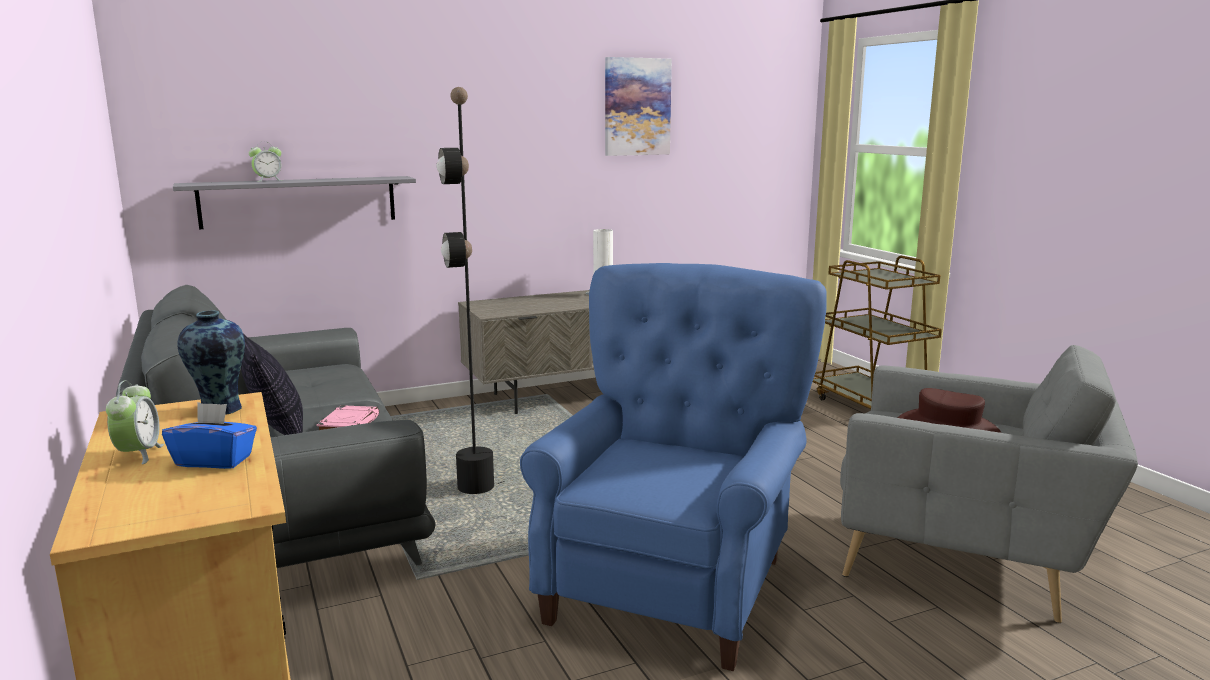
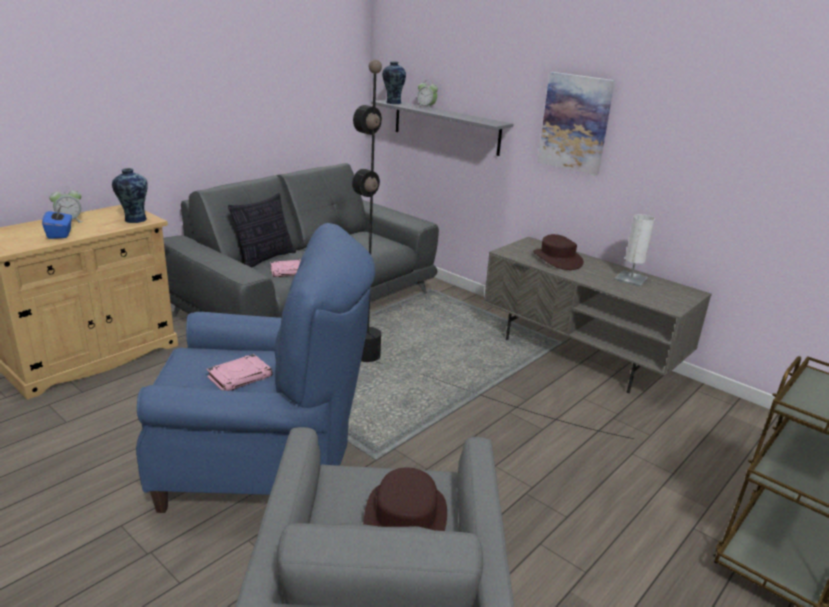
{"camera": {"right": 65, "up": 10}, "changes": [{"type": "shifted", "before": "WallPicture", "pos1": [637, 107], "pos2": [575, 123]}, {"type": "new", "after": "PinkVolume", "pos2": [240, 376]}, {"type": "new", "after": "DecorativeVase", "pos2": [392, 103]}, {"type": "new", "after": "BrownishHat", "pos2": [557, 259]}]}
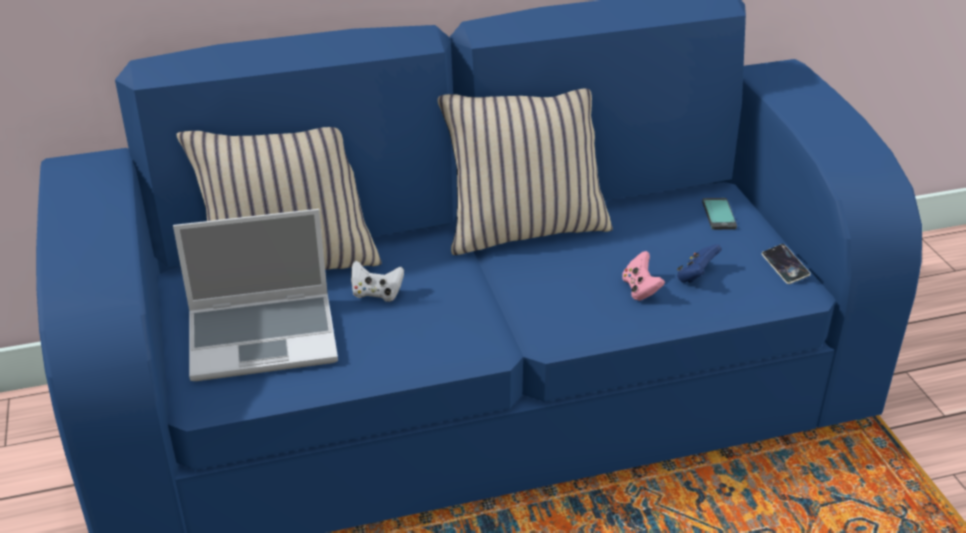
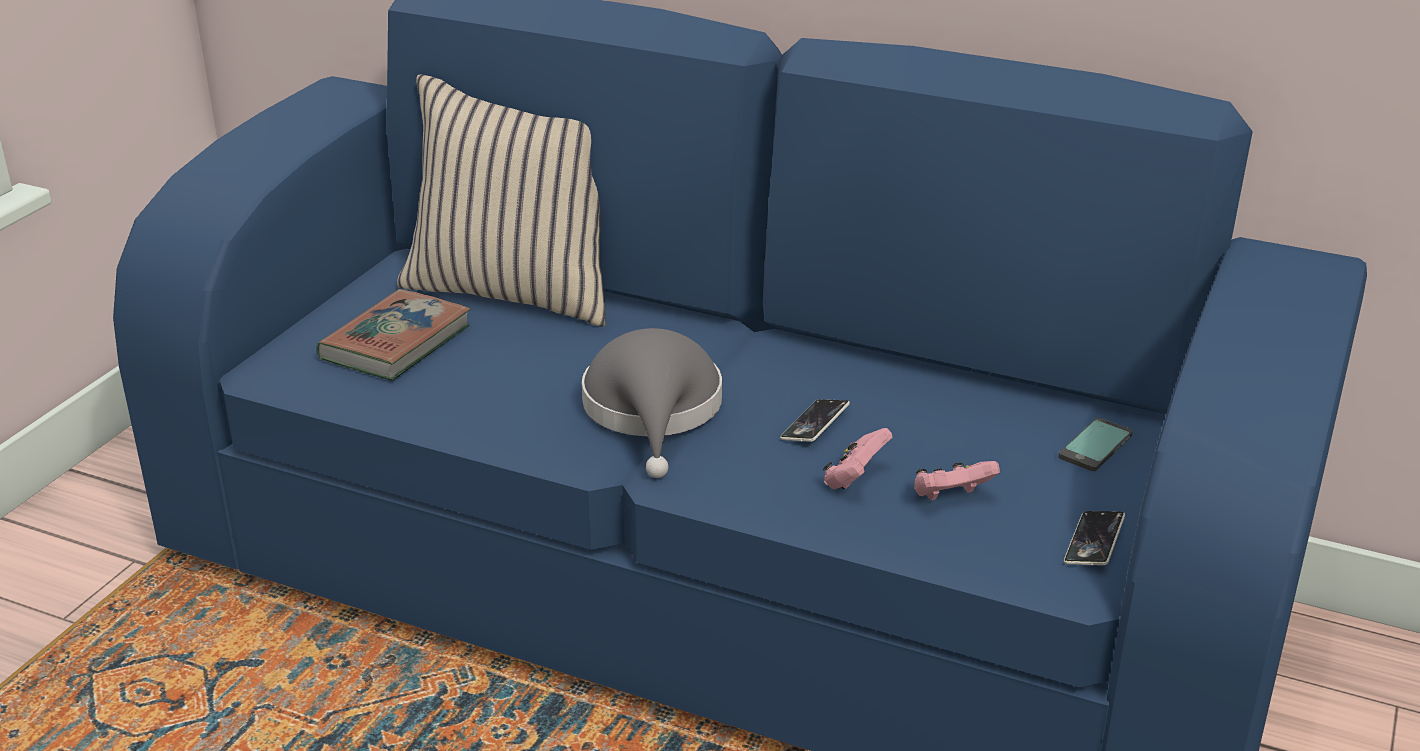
{"camera": {"right": 40, "up": -5}, "changes": [{"type": "swapped", "before": "Laptop", "after": "Volume", "pos1": [264, 337], "pos2": [396, 343]}, {"type": "gone", "before": "WhitishGamepad", "pos1": [376, 294]}, {"type": "gone", "before": "BeigePillow", "pos1": [525, 228]}, {"type": "repainted", "before": "BluishGamepad", "after": "PinkGamepad", "pos1": [696, 276], "pos2": [950, 497]}, {"type": "new", "after": "GreyishHat", "pos2": [653, 411]}, {"type": "new", "after": "Handset", "pos2": [815, 425]}]}
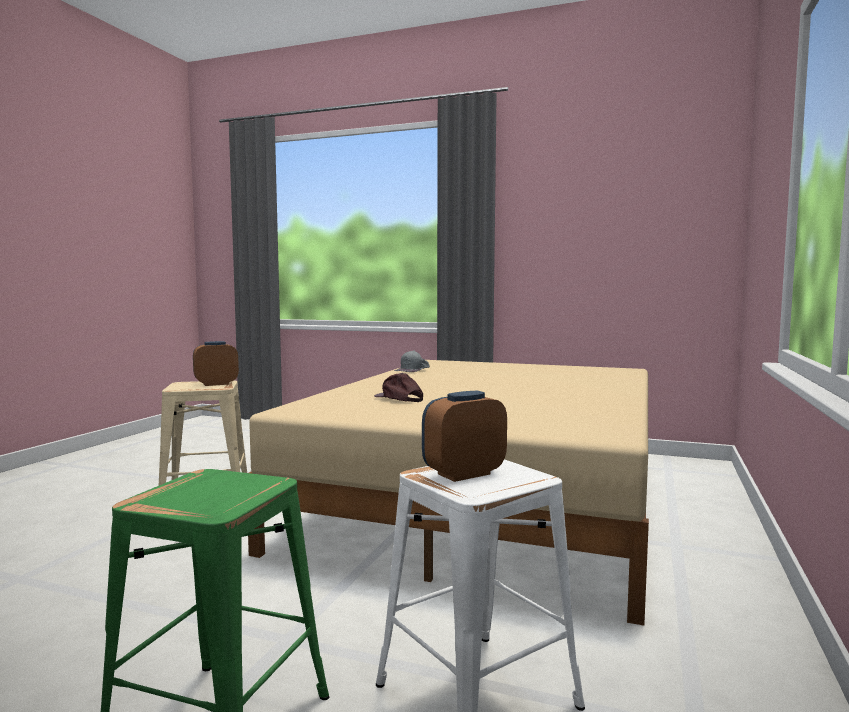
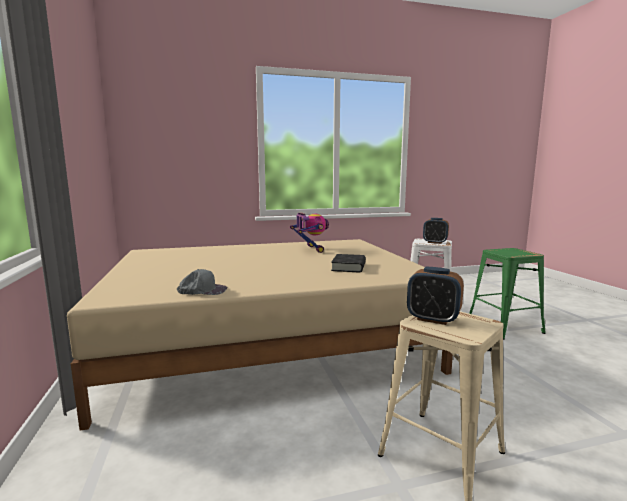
{"camera": {"right": -125, "up": 5}, "changes": [{"type": "swapped", "before": "BrownishBaseballCap", "after": "BlackVolume", "pos1": [399, 398], "pos2": [348, 267]}, {"type": "new", "after": "ModelRobot", "pos2": [310, 249]}]}
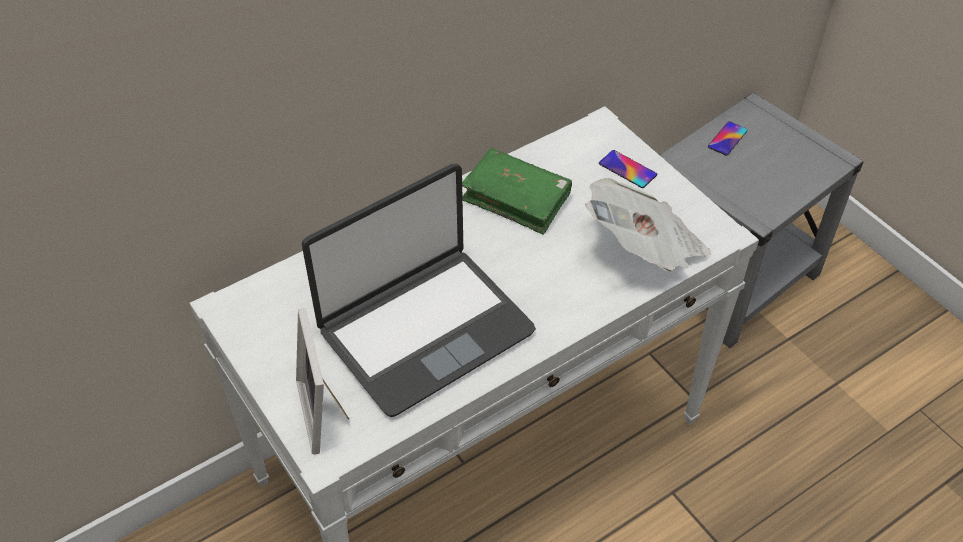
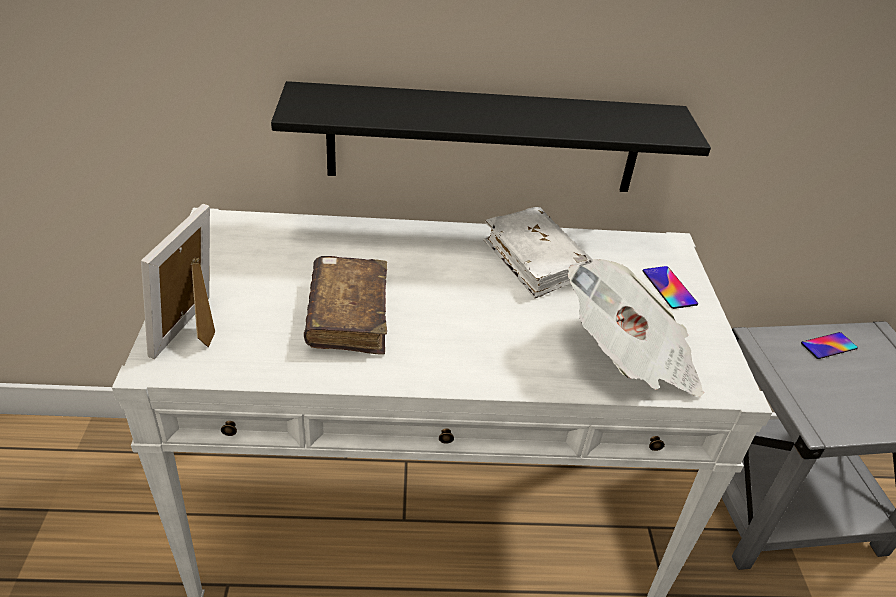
{"camera": {"right": 30, "up": -10}, "changes": [{"type": "swapped", "before": "Laptop", "after": "BrownishVolume", "pos1": [424, 330], "pos2": [348, 316]}, {"type": "repainted", "before": "GreenVolume", "after": "WhitishVolume", "pos1": [516, 199], "pos2": [535, 261]}, {"type": "new", "after": "BlackWallShelf", "pos2": [484, 139]}]}
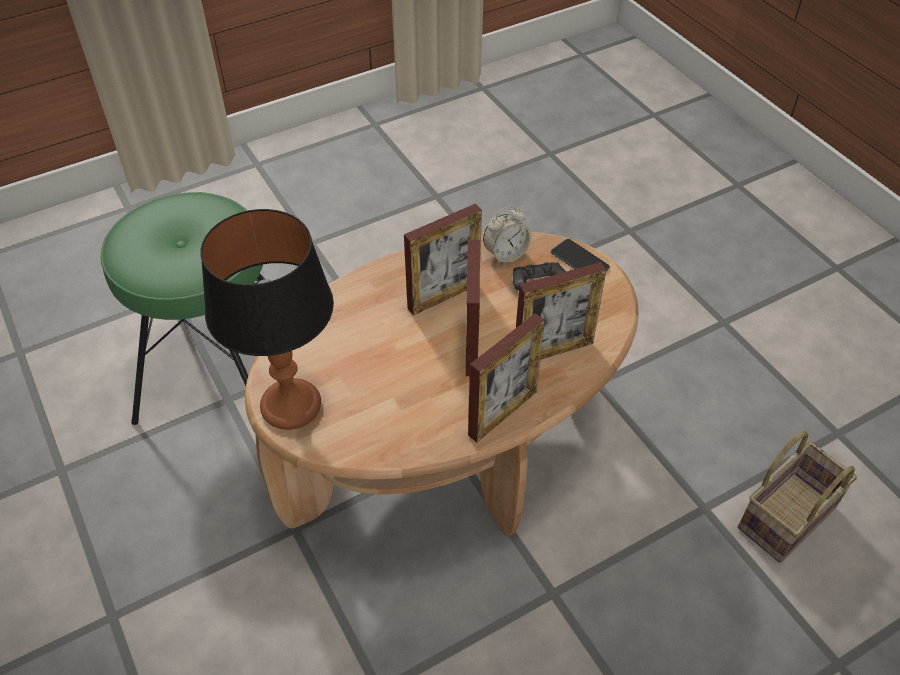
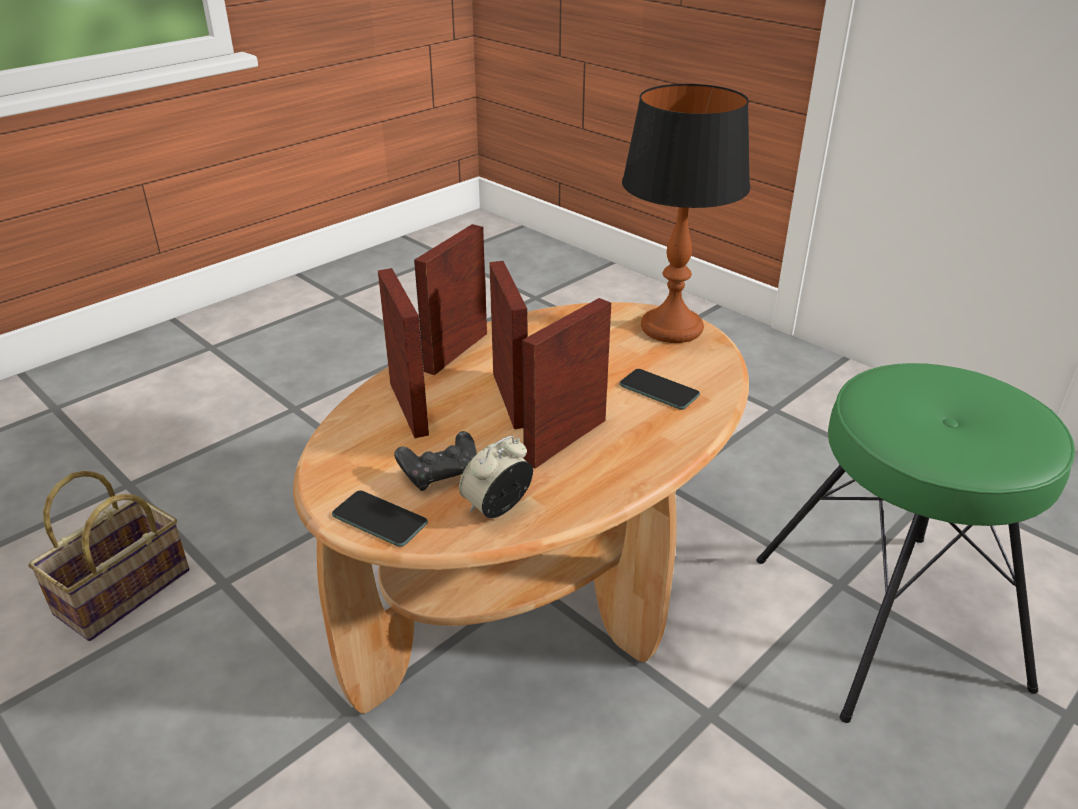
{"camera": {"right": 165, "up": -15}, "changes": [{"type": "rotated", "before": "PictureFrame", "pos1": [553, 350], "pos2": [408, 408], "turn": 105}, {"type": "new", "after": "Handset", "pos2": [659, 390]}]}
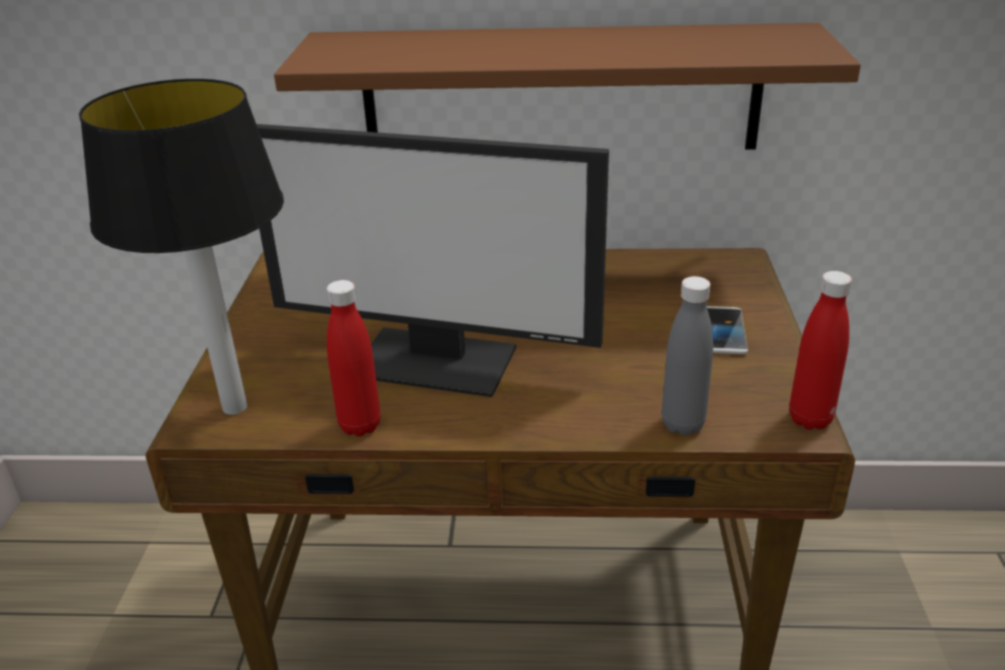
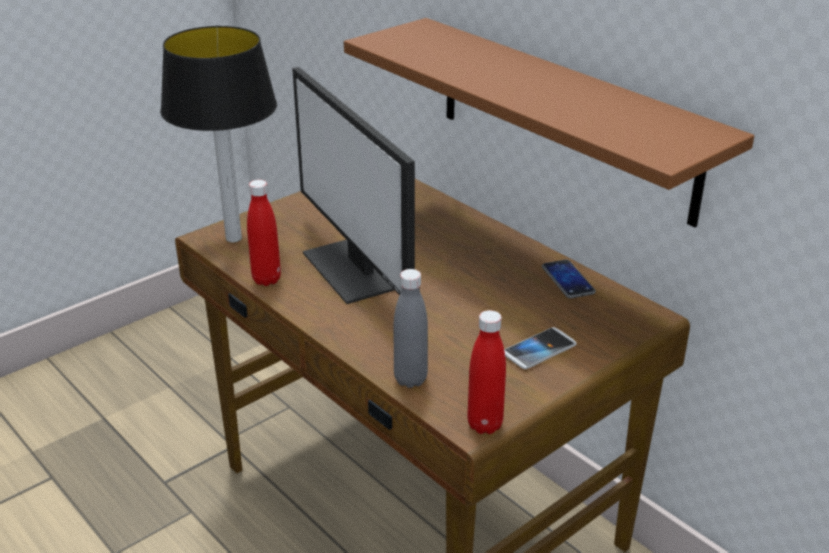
{"camera": {"right": 45, "up": 0}, "changes": [{"type": "new", "after": "Handset", "pos2": [568, 280]}]}
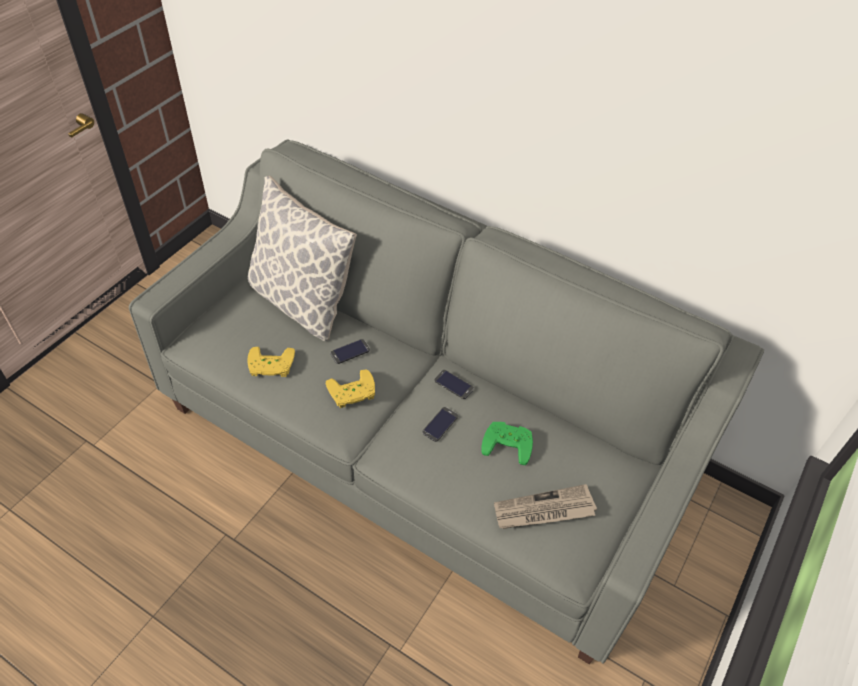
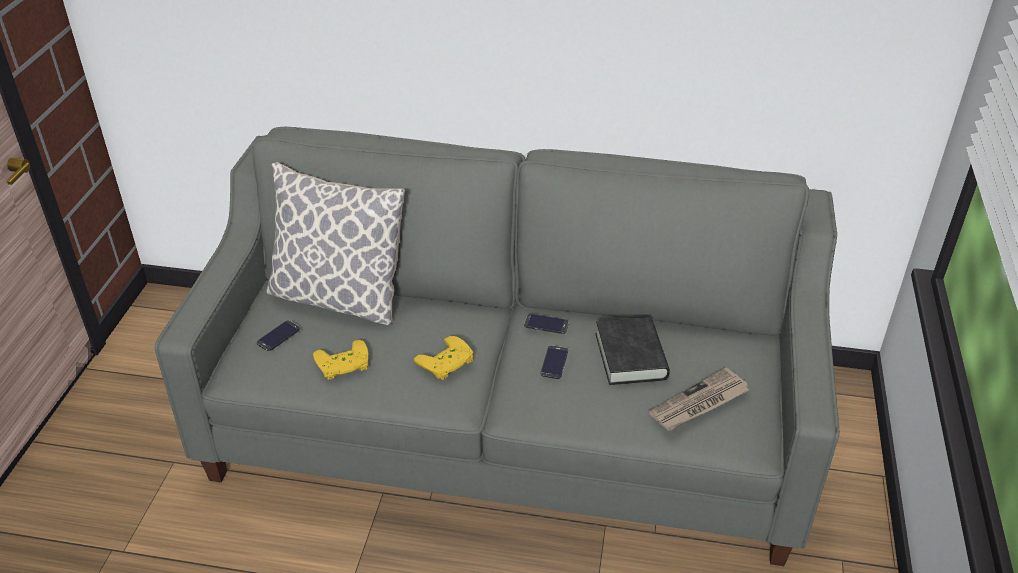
{"camera": {"right": -20, "up": -10}, "changes": [{"type": "shifted", "before": "Handset", "pos1": [350, 351], "pos2": [278, 336]}, {"type": "swapped", "before": "GreenGamepad", "after": "BlackVolume", "pos1": [508, 442], "pos2": [630, 356]}]}
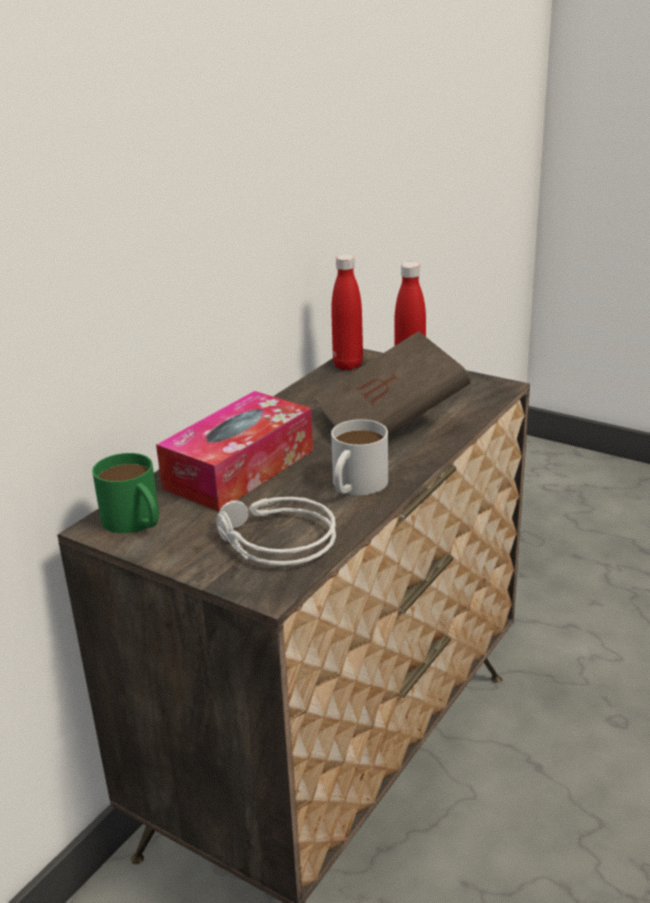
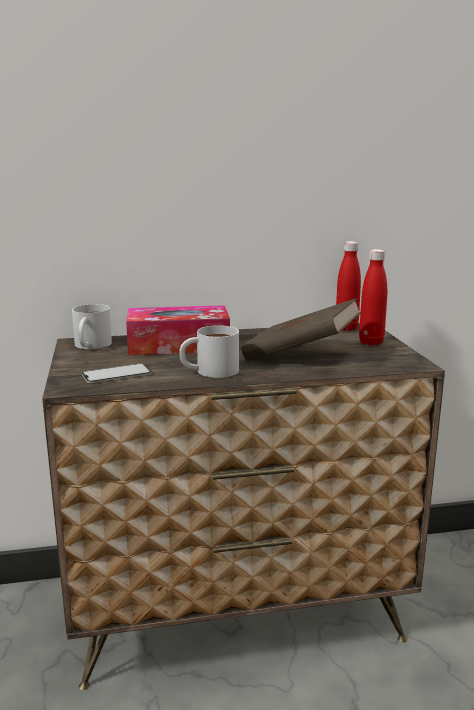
{"camera": {"right": 45, "up": -10}, "changes": [{"type": "repainted", "before": "GreenCoffeeMug", "after": "WhitishCoffeeMug", "pos1": [136, 522], "pos2": [90, 346]}, {"type": "swapped", "before": "GreyishHeadphones", "after": "Handset", "pos1": [273, 542], "pos2": [116, 374]}]}
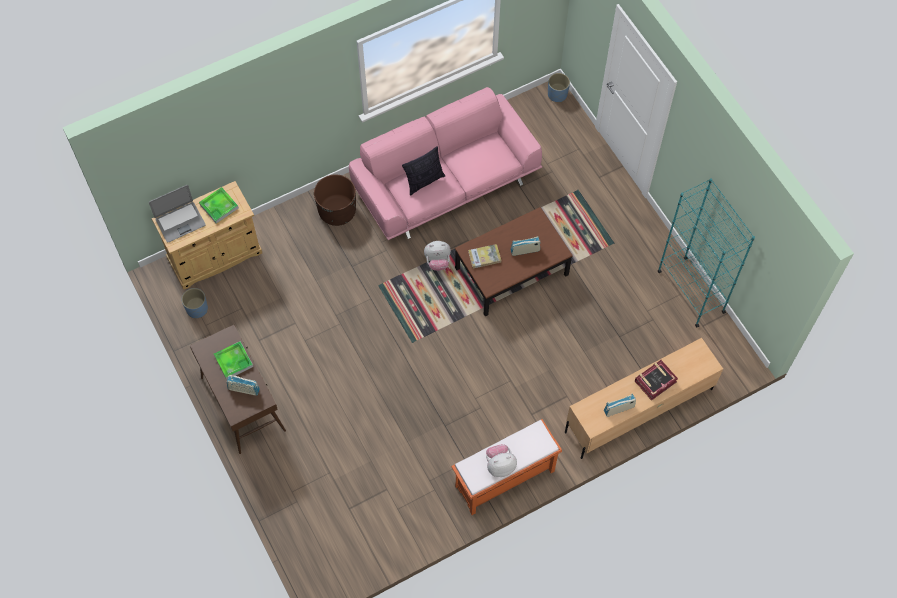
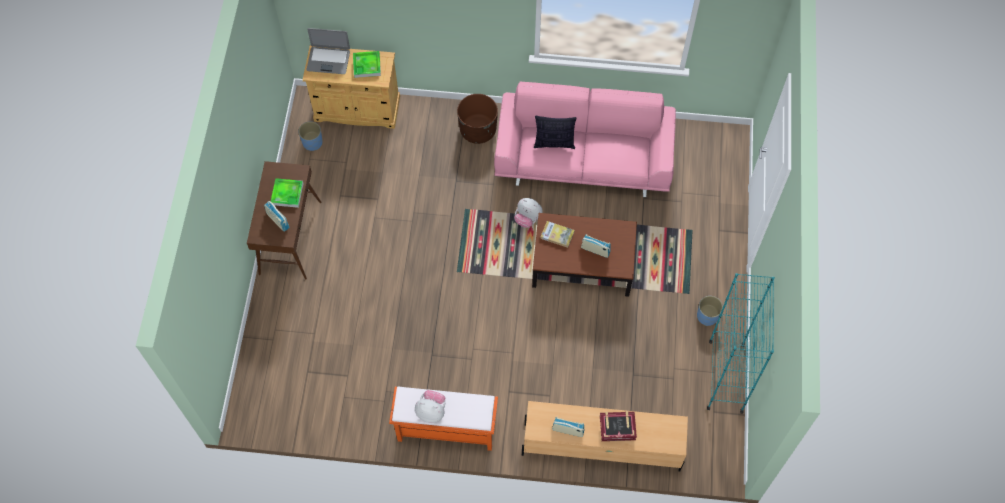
{"camera": {"right": 35, "up": 0}, "changes": [{"type": "shifted", "before": "BluishPlantPot", "pos1": [557, 94], "pos2": [707, 316]}]}
